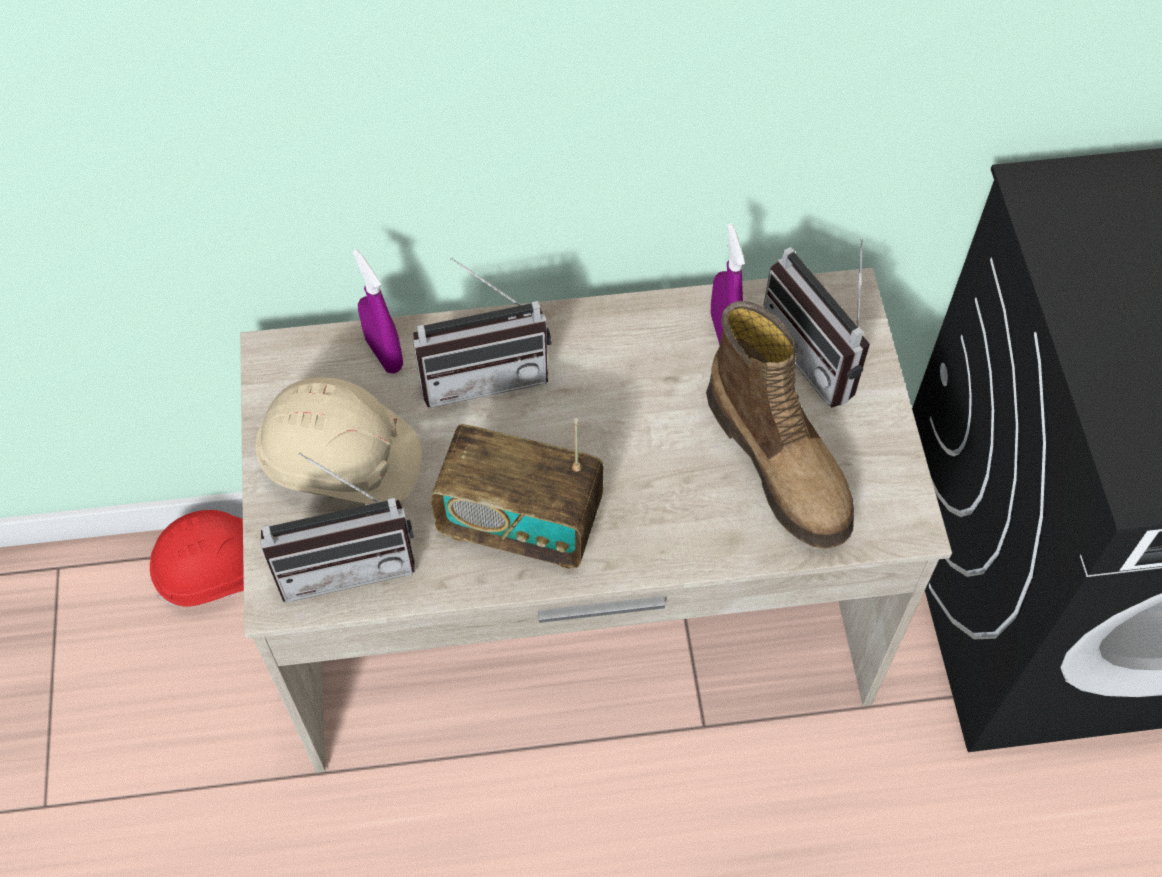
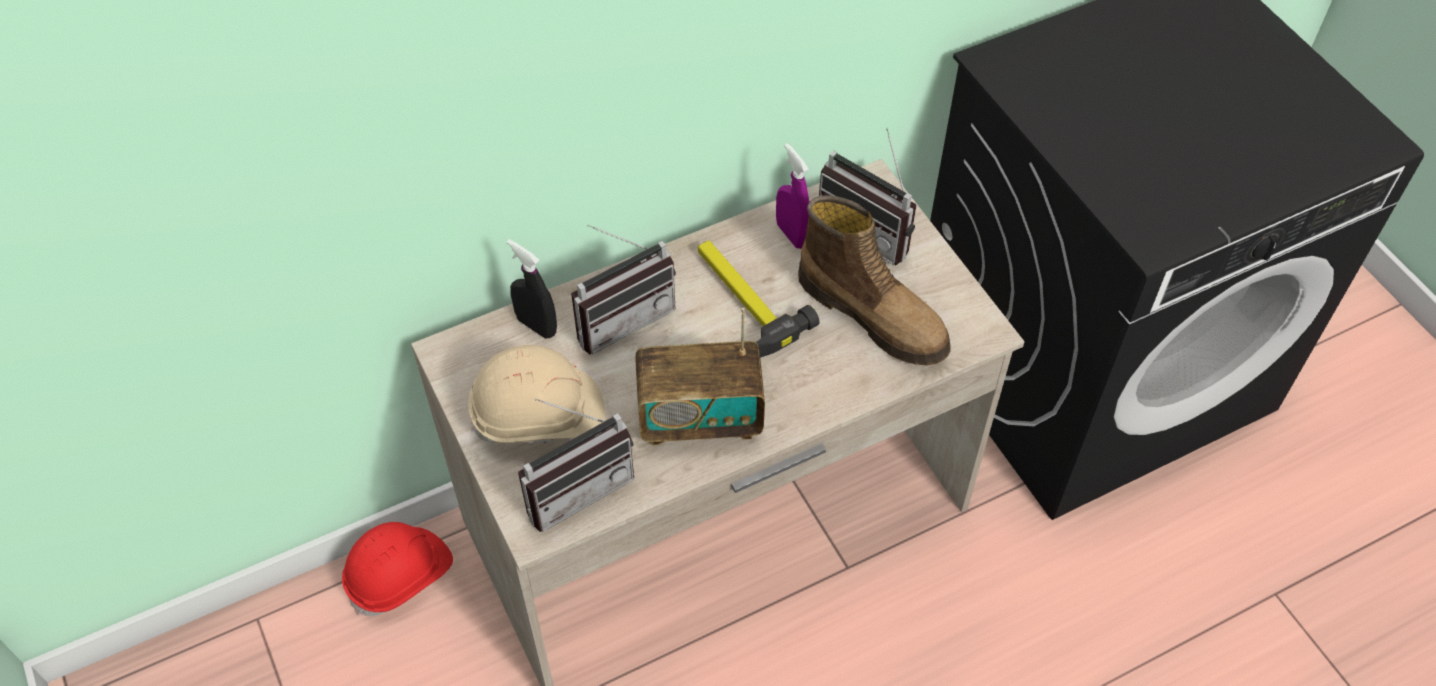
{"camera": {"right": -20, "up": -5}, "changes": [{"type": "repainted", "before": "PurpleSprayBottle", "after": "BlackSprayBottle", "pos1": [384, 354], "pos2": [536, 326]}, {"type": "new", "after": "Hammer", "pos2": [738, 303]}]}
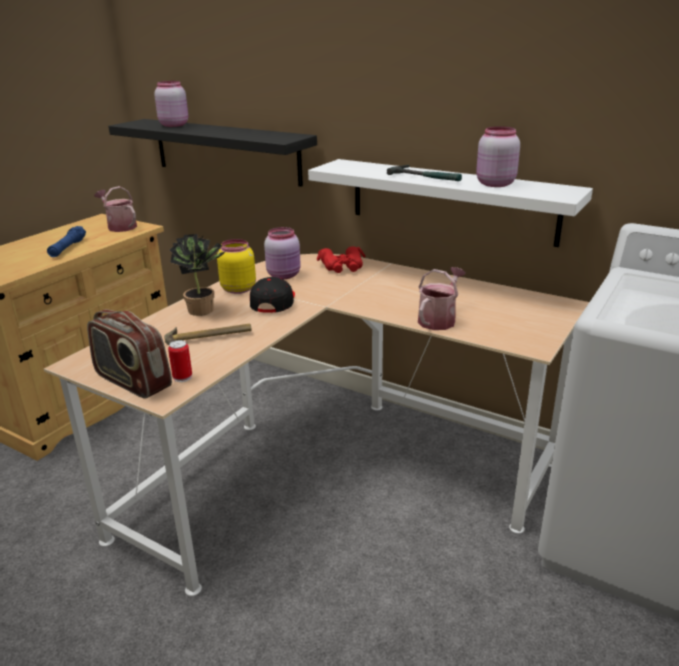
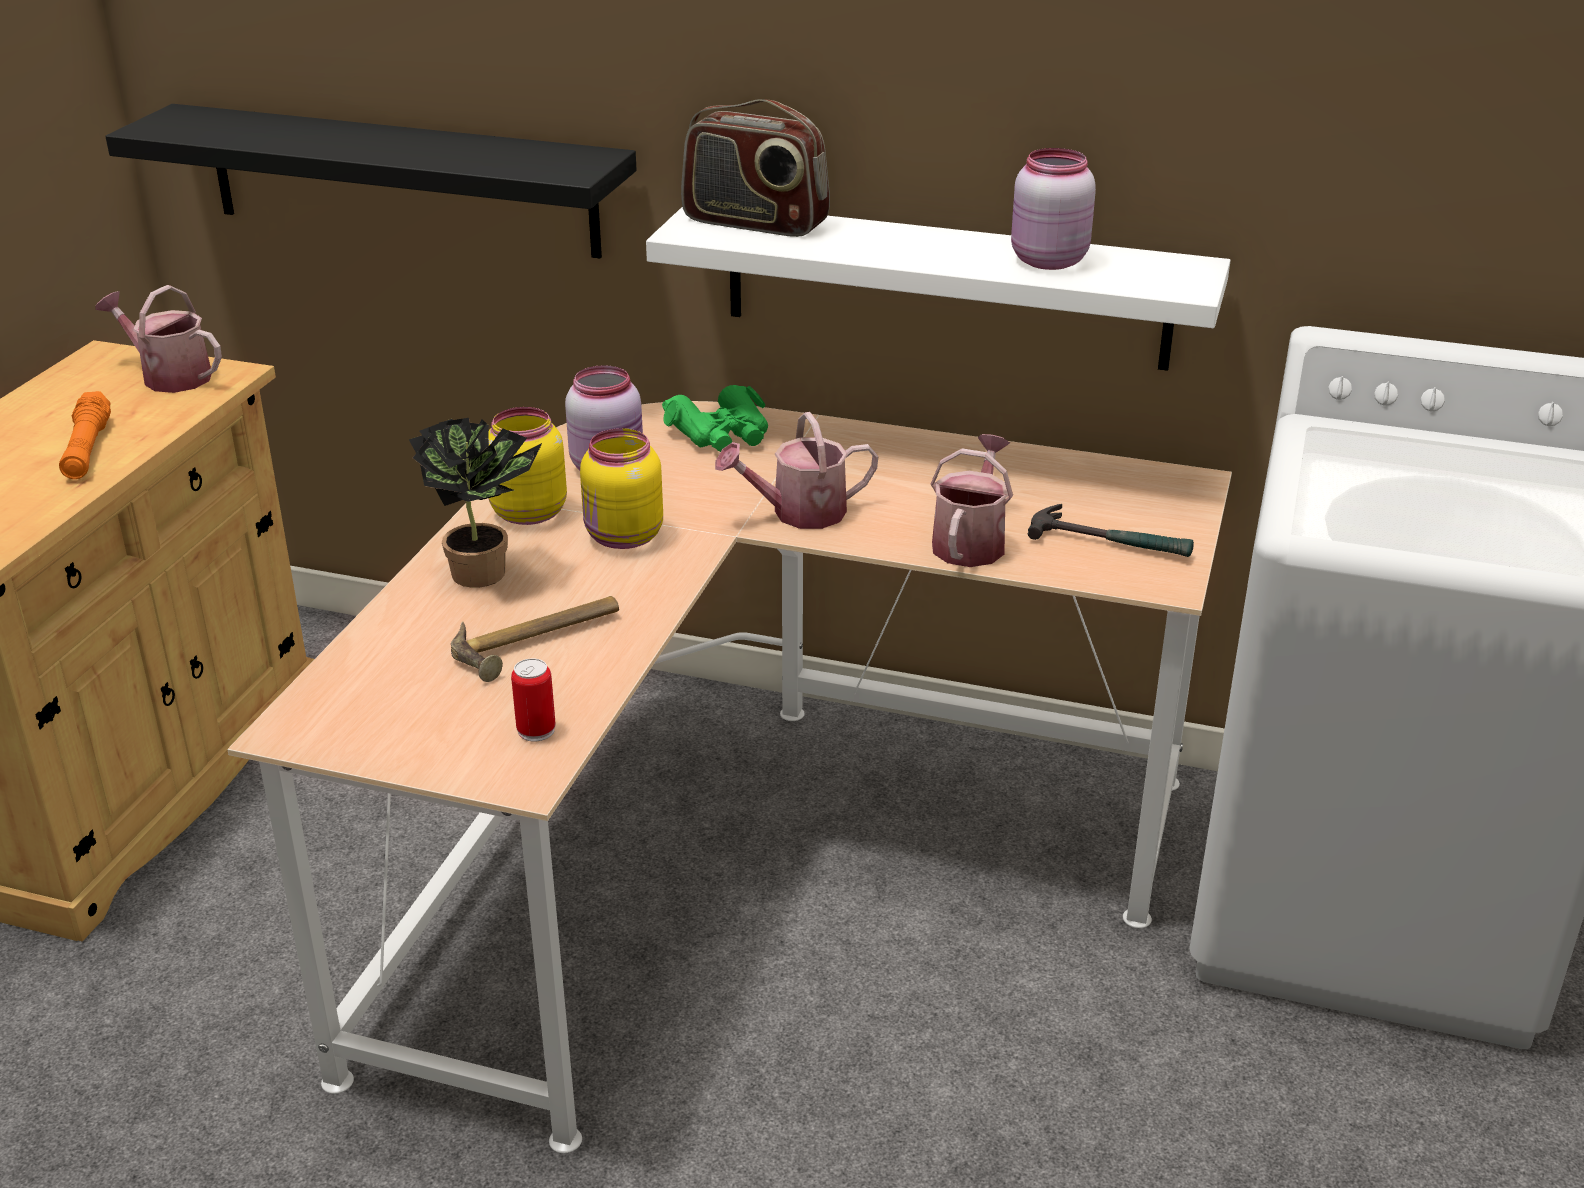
{"camera": {"right": -15, "up": 5}, "changes": [{"type": "repainted", "before": "BluishHandTorch", "after": "OrangeColouredHandTorch", "pos1": [68, 248], "pos2": [87, 450]}, {"type": "shifted", "before": "RadioSet", "pos1": [132, 381], "pos2": [754, 223]}, {"type": "gone", "before": "PinkJar", "pos1": [174, 125]}, {"type": "swapped", "before": "BlackBaseballCap", "after": "YellowJar", "pos1": [273, 302], "pos2": [622, 537]}, {"type": "repainted", "before": "RedFieldGlasses", "after": "GreenFieldGlasses", "pos1": [342, 267], "pos2": [721, 434]}, {"type": "shifted", "before": "Hammer", "pos1": [425, 178], "pos2": [1111, 542]}, {"type": "new", "after": "SprinklingCan", "pos2": [798, 513]}]}
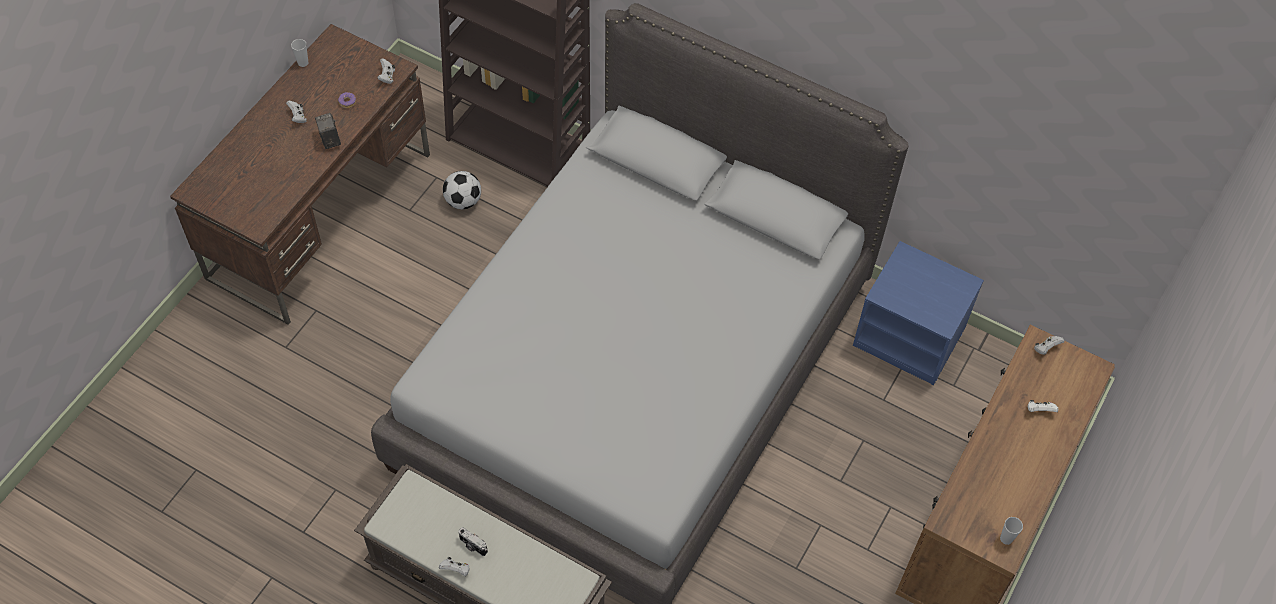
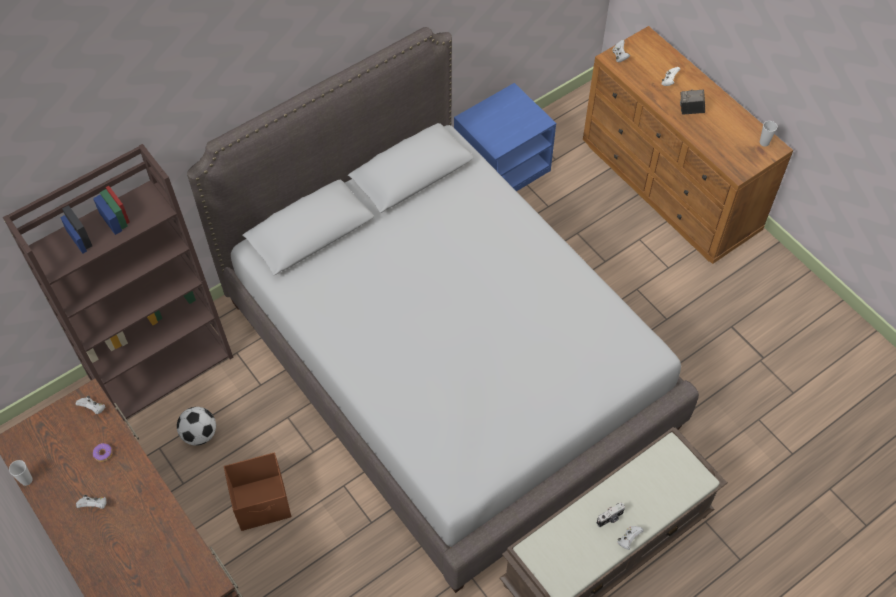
{"camera": {"right": -65, "up": 0}, "changes": [{"type": "shifted", "before": "PhotoCamera", "pos1": [330, 139], "pos2": [690, 110]}, {"type": "new", "after": "BrownishStorageBox", "pos2": [262, 503]}]}
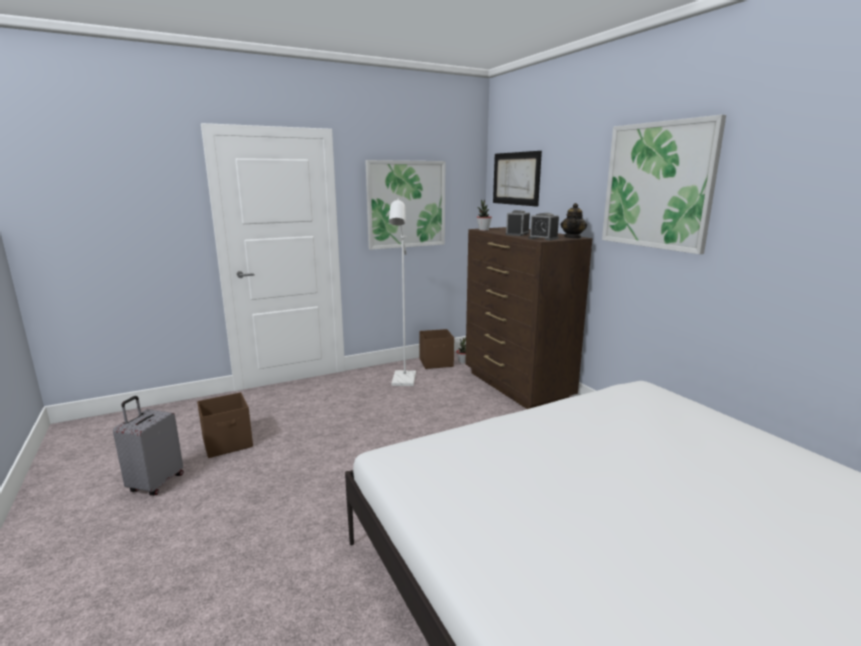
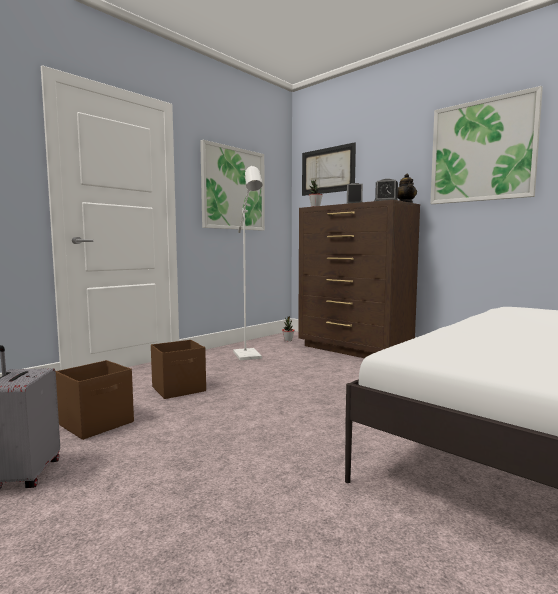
{"camera": {"right": -20, "up": -10}, "changes": [{"type": "shifted", "before": "BrownishStorageBox", "pos1": [436, 363], "pos2": [179, 389]}]}
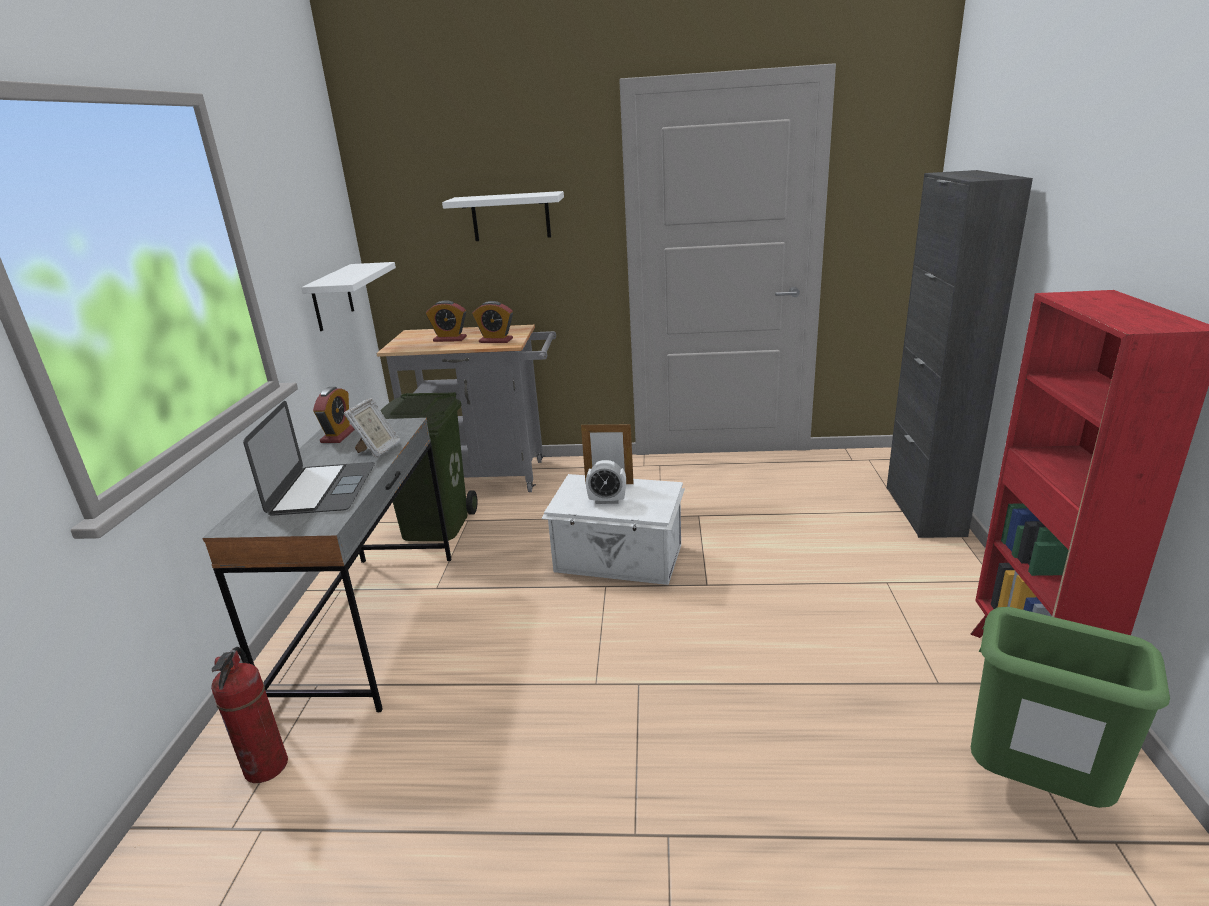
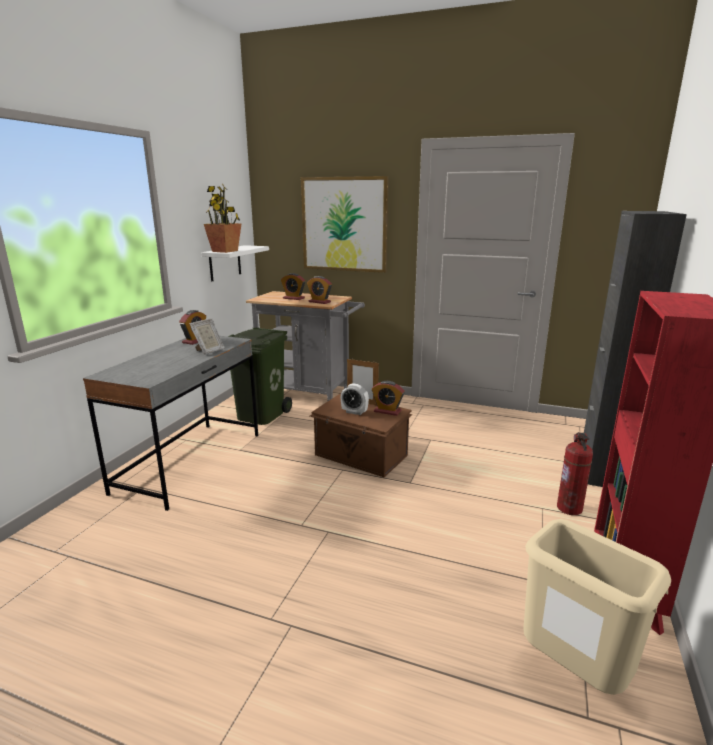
{"camera": {"right": 15, "up": -5}, "changes": [{"type": "shifted", "before": "FireFightingCylinder", "pos1": [267, 767], "pos2": [570, 508]}, {"type": "gone", "before": "Laptop", "pos1": [322, 489]}, {"type": "swapped", "before": "WhitishWallShelf", "after": "WallPicture", "pos1": [511, 216], "pos2": [344, 224]}, {"type": "repainted", "before": "WhitishStorageBox", "after": "BrownishStorageBox", "pos1": [619, 559], "pos2": [361, 456]}, {"type": "repainted", "before": "GreenWasteBin", "after": "BeigeWasteBin", "pos1": [1032, 791], "pos2": [571, 673]}, {"type": "new", "after": "PlantInAPot", "pos2": [225, 251]}, {"type": "new", "after": "BedsideClock", "pos2": [387, 411]}]}
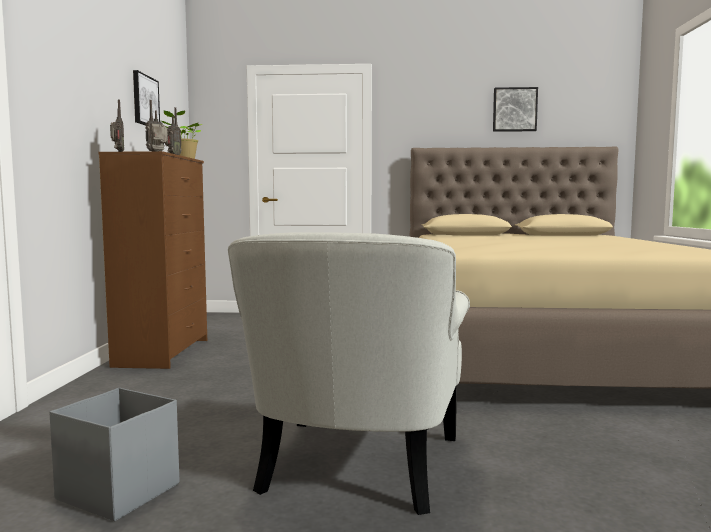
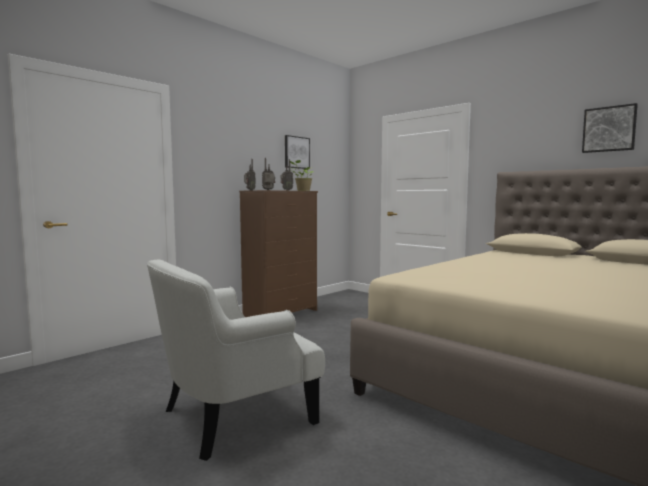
{"camera": {"right": 40, "up": 0}, "changes": [{"type": "gone", "before": "GreyishStorageBox", "pos1": [118, 491]}]}
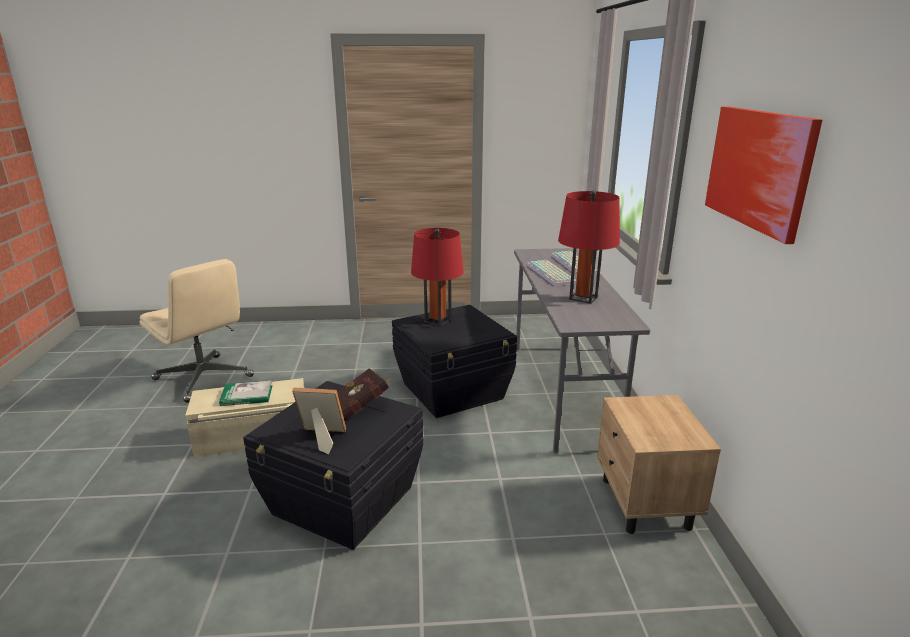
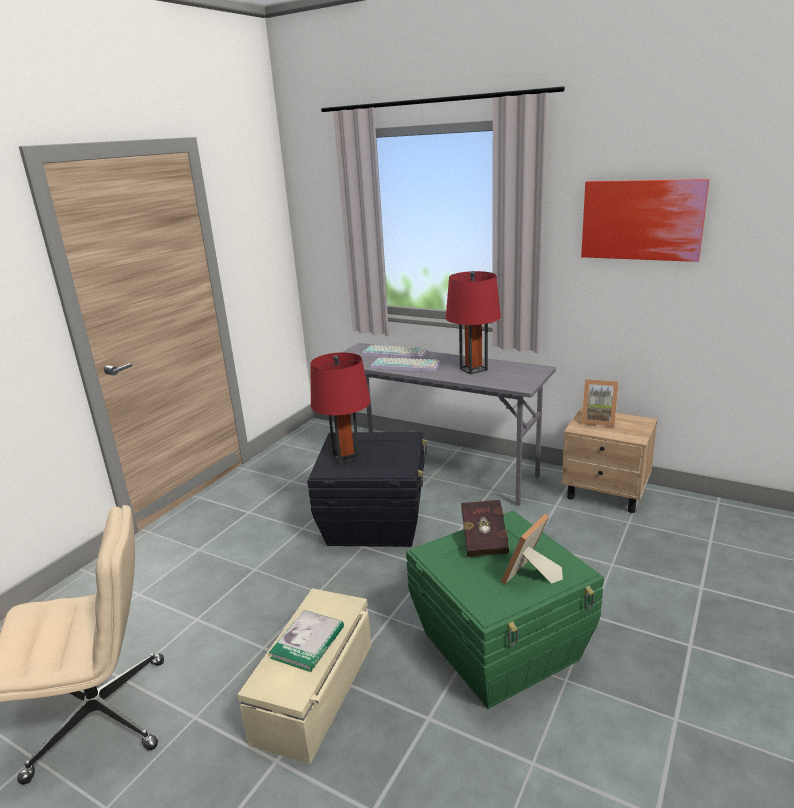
{"camera": {"right": -55, "up": 0}, "changes": [{"type": "repainted", "before": "BlackStorageBox", "after": "GreenStorageBox", "pos1": [343, 501], "pos2": [502, 647]}, {"type": "new", "after": "PictureFrame", "pos2": [598, 420]}]}
